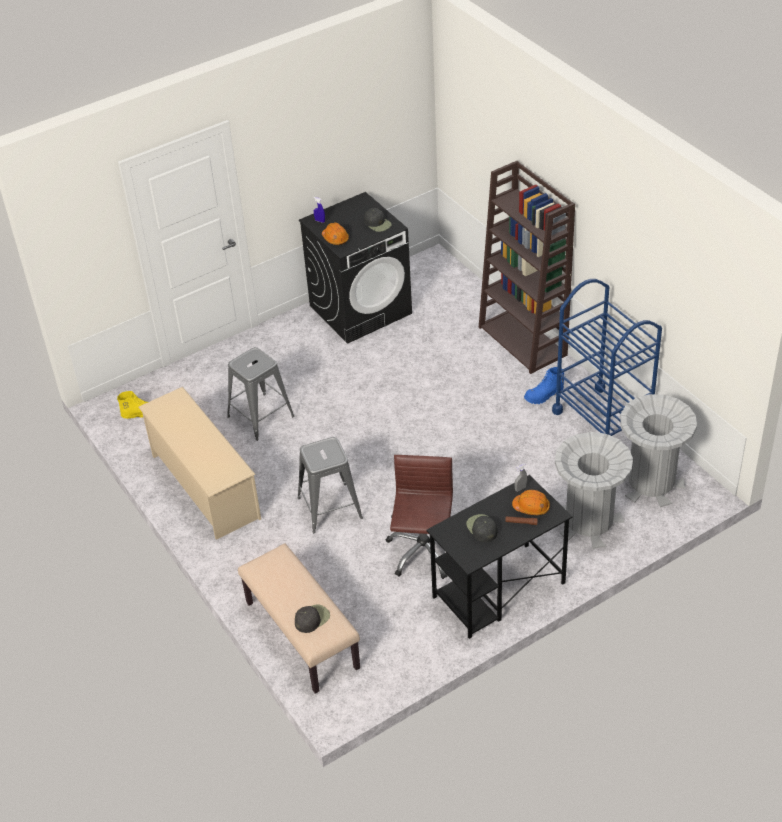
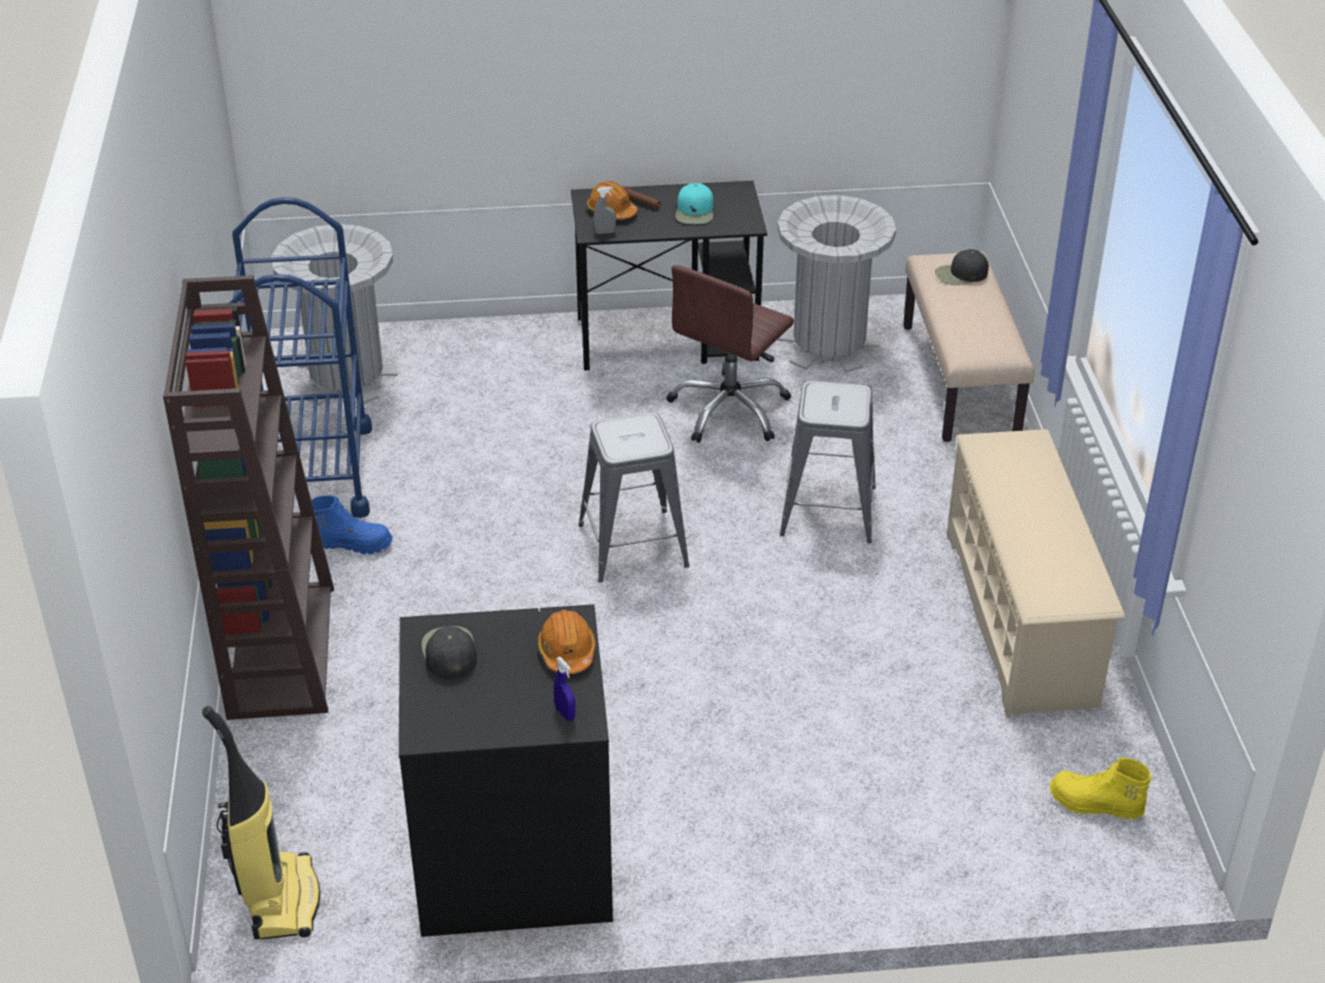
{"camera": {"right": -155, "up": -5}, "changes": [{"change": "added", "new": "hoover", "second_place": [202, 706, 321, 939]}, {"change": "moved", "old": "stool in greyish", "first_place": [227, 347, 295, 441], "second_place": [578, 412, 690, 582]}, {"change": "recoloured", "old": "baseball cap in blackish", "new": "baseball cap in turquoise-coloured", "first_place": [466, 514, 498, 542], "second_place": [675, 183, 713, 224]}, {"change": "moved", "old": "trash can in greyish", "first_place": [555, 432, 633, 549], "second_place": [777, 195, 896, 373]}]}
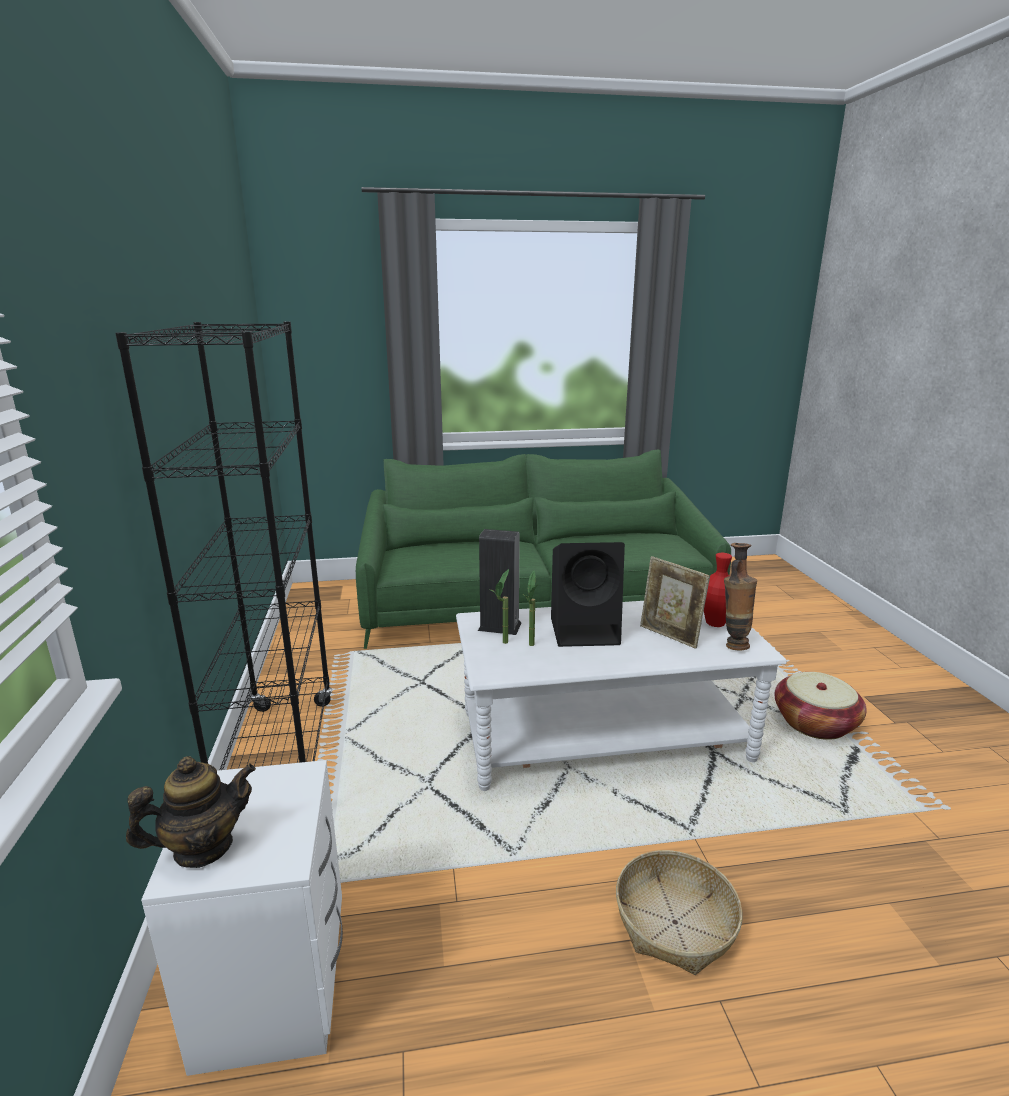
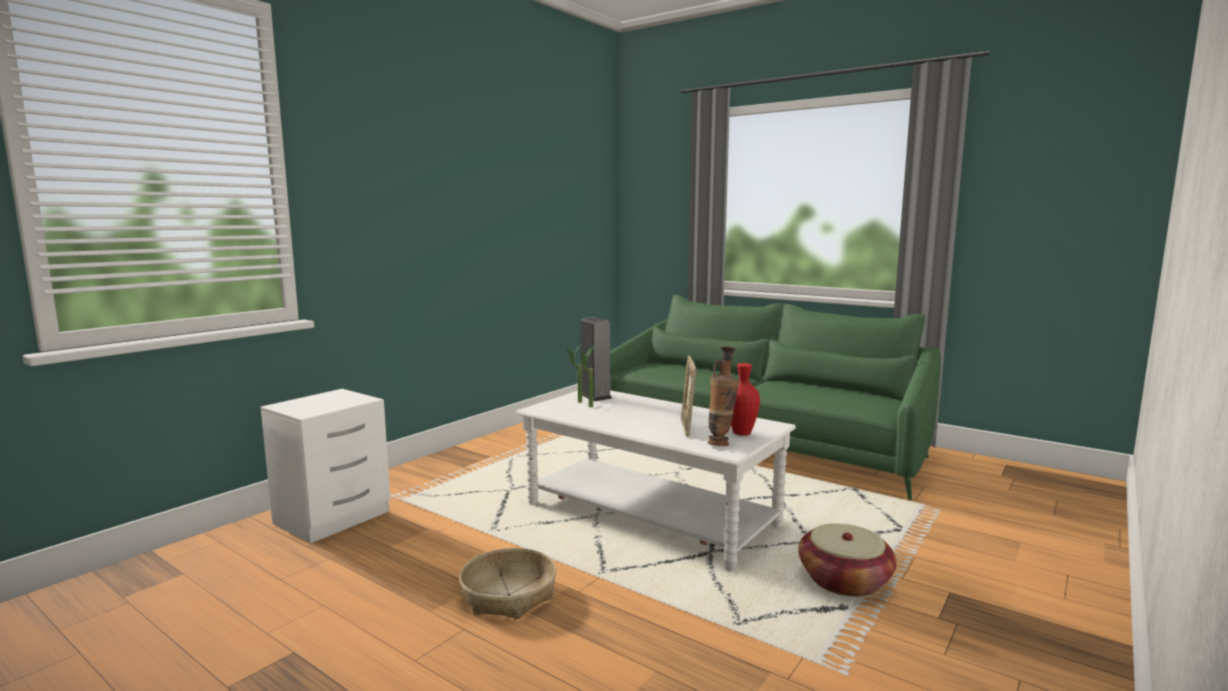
{"camera": {"right": 45, "up": -10}, "changes": [{"change": "removed", "old": "shelving unit in blackish", "first_place": [115, 321, 333, 770]}, {"change": "removed", "old": "pot for tea", "first_place": [126, 756, 256, 868]}, {"change": "removed", "old": "speaker in blackish", "first_place": [551, 542, 625, 647]}]}
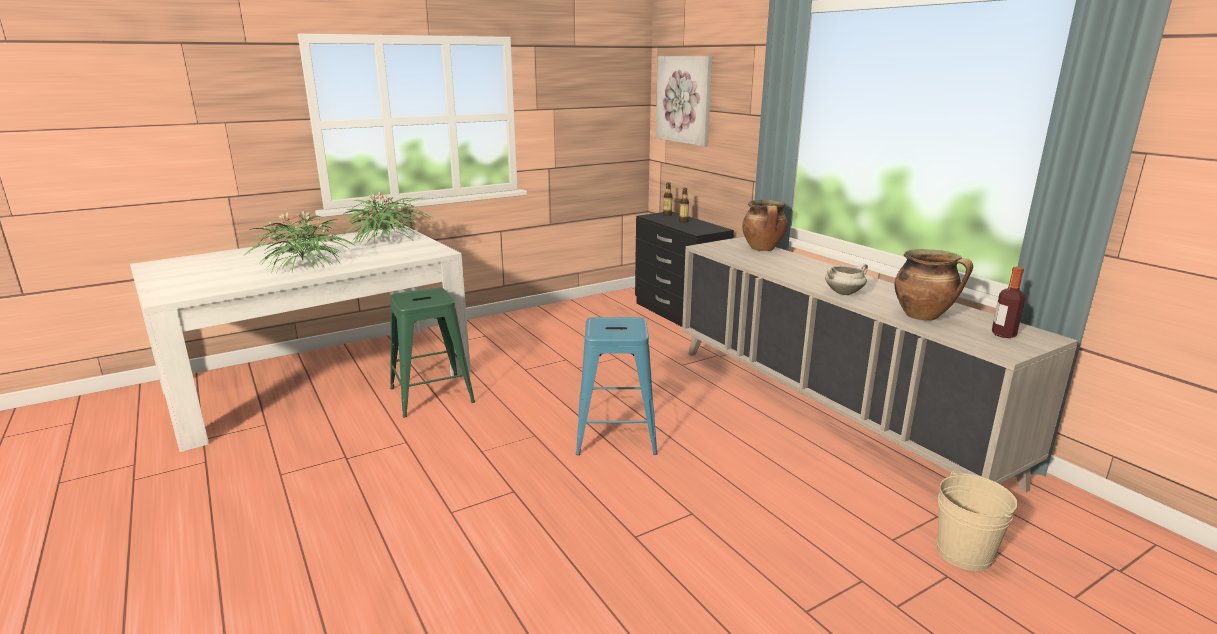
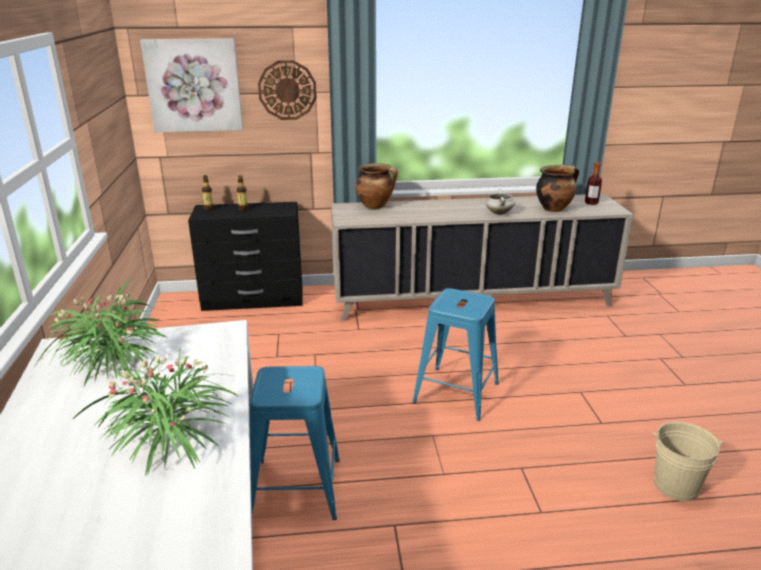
{"camera": {"right": -65, "up": 5}, "changes": [{"change": "recoloured", "old": "stool in green-coloured", "new": "stool in blue-coloured", "first_place": [390, 288, 475, 418], "second_place": [250, 366, 340, 520]}, {"change": "added", "new": "wall clock", "second_place": [258, 60, 317, 120]}, {"change": "moved", "old": "water bucket in beige-coloured", "first_place": [937, 471, 1018, 571], "second_place": [653, 422, 723, 501]}]}
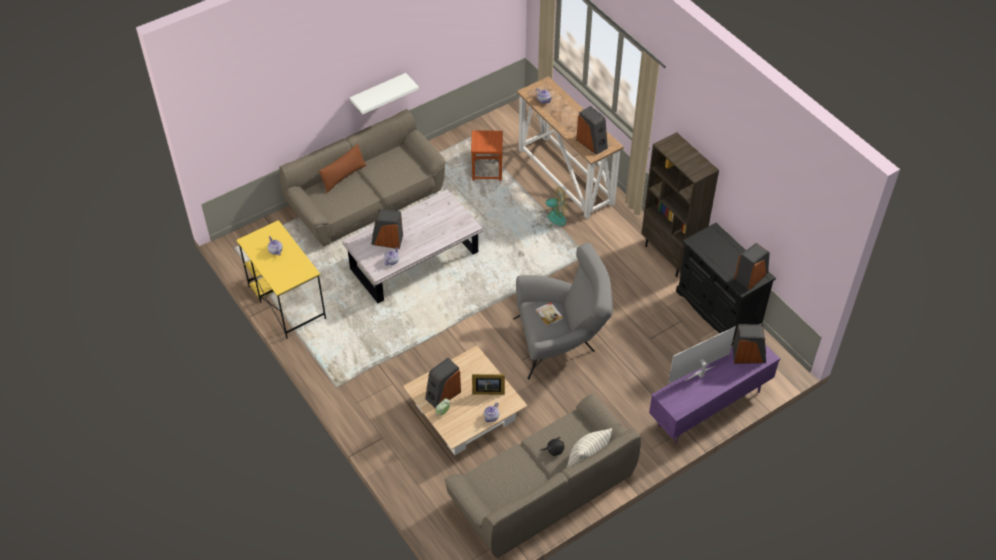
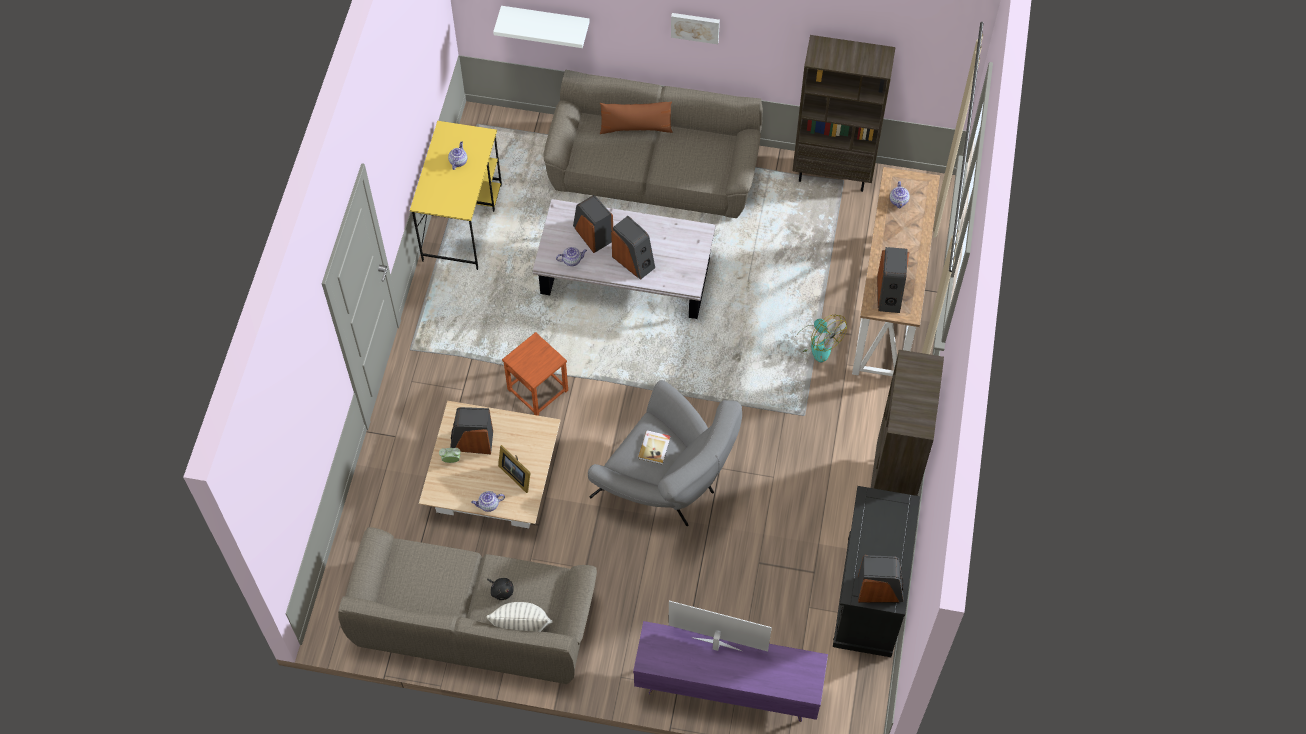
{"camera": {"right": 45, "up": 10}, "changes": [{"change": "moved", "old": "shelf in whitish", "first_place": [350, 73, 419, 114], "second_place": [493, 6, 590, 48]}, {"change": "moved", "old": "stool in brown-coloured", "first_place": [471, 130, 503, 181], "second_place": [502, 332, 568, 416]}, {"change": "moved", "old": "speaker", "first_place": [733, 324, 766, 364], "second_place": [611, 216, 655, 280]}, {"change": "added", "new": "picture", "second_place": [671, 13, 720, 44]}, {"change": "added", "new": "shelving unit in brown-coloured", "second_place": [793, 35, 896, 192]}]}
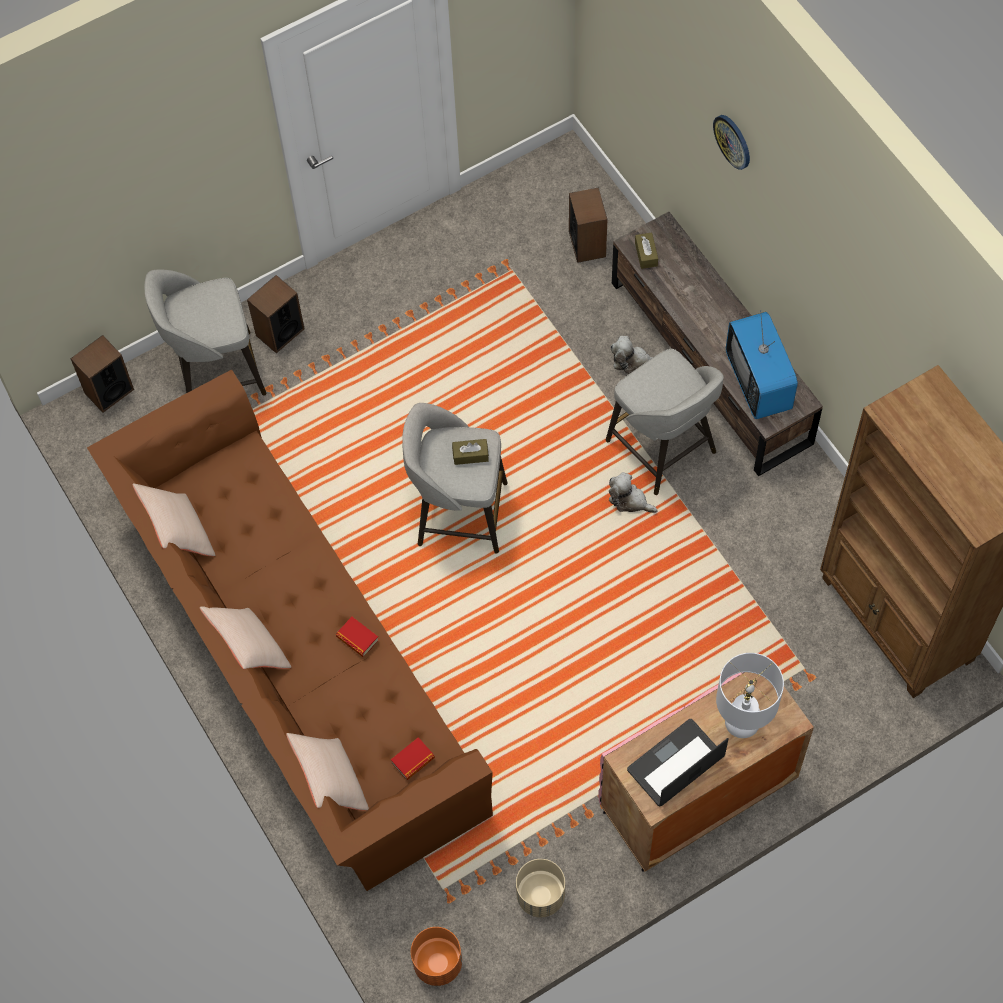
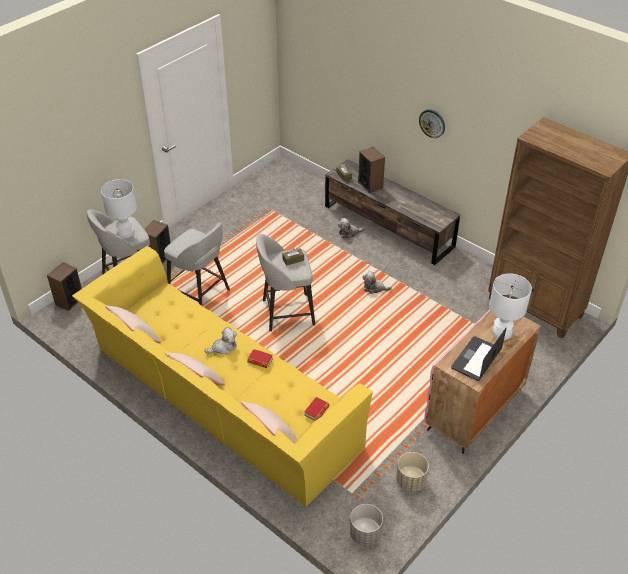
{"camera": {"right": -20, "up": -20}, "changes": [{"change": "recoloured", "old": "settee in brown-coloured", "new": "settee in yellow", "first_place": [87, 370, 493, 891], "second_place": [72, 246, 373, 506]}, {"change": "added", "new": "tabletop lamp in whitish", "second_place": [101, 179, 137, 238]}, {"change": "moved", "old": "stool in greyish", "first_place": [606, 349, 724, 495], "second_place": [164, 223, 230, 306]}, {"change": "added", "new": "plush toy", "second_place": [204, 327, 237, 354]}, {"change": "recoloured", "old": "planter in orange", "new": "planter in greyish", "first_place": [411, 927, 462, 986], "second_place": [350, 504, 383, 546]}, {"change": "moved", "old": "speaker", "first_place": [569, 188, 607, 263], "second_place": [358, 147, 385, 193]}, {"change": "moved", "old": "wall clock", "first_place": [713, 115, 750, 170], "second_place": [419, 109, 445, 138]}, {"change": "removed", "old": "TV", "first_place": [726, 310, 798, 419]}]}
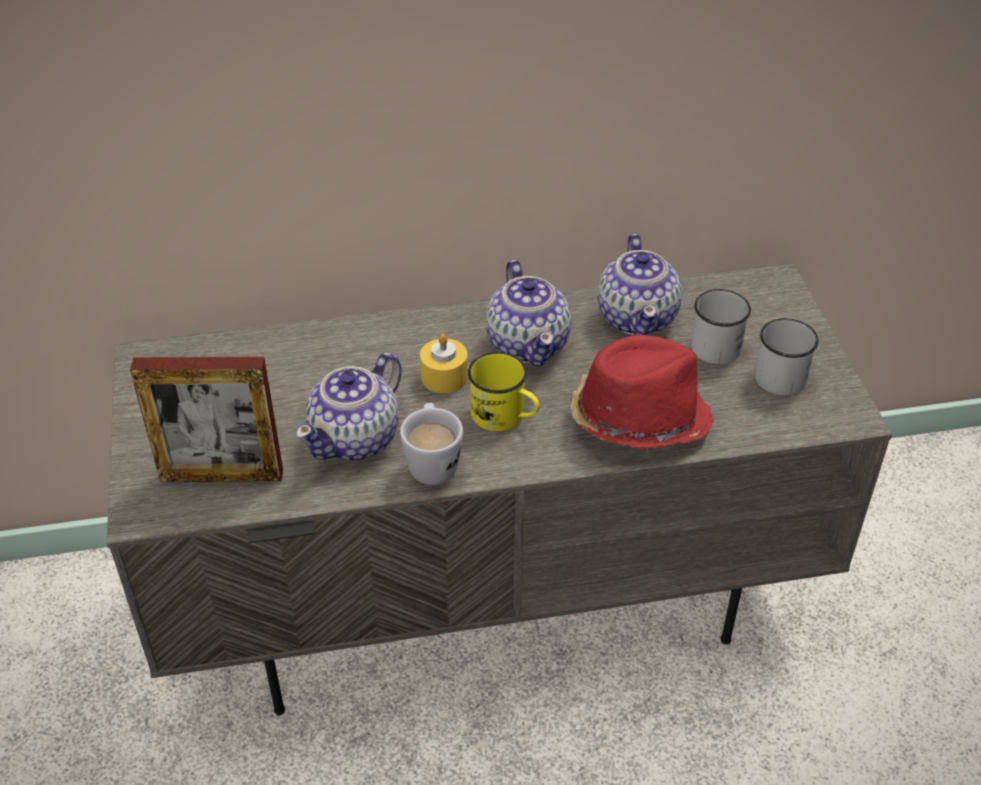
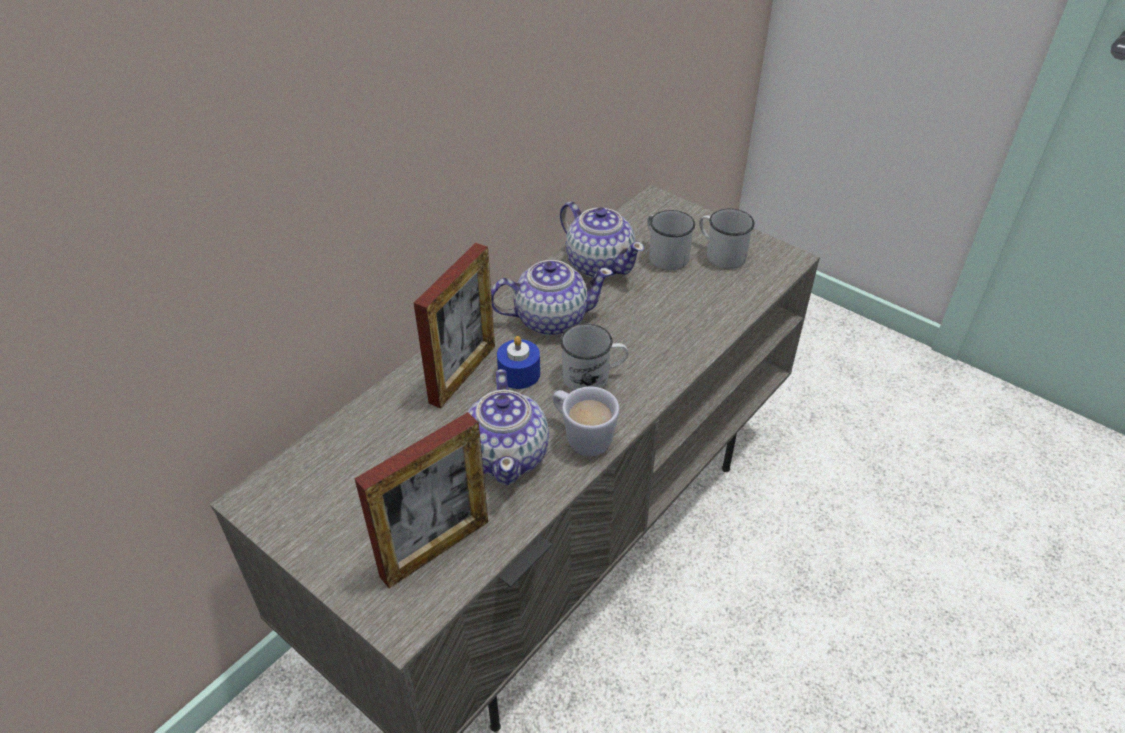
{"camera": {"right": -40, "up": 0}, "changes": [{"change": "added", "new": "photo frame", "second_place": [414, 243, 495, 408]}, {"change": "turned", "old": "pot for tea", "first_place": [486, 260, 572, 366], "second_place": [491, 260, 613, 336], "degrees": -45}, {"change": "recoloured", "old": "wax light in yellow", "new": "wax light in blue-coloured", "first_place": [420, 334, 468, 393], "second_place": [497, 336, 540, 389]}, {"change": "recoloured", "old": "coffee mug in yellow", "new": "coffee mug in whitish", "first_place": [468, 352, 540, 431], "second_place": [560, 323, 628, 391]}, {"change": "removed", "old": "wearable hat in red-coloured", "first_place": [570, 335, 714, 450]}]}
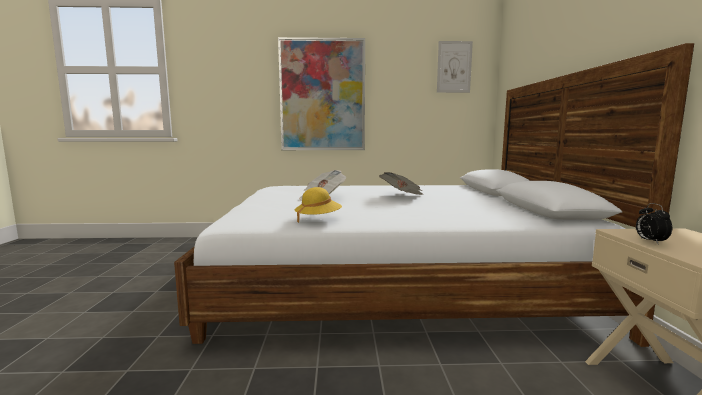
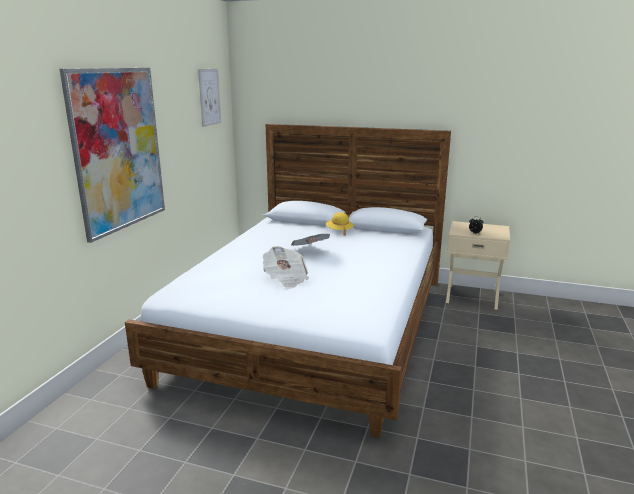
{"camera": {"right": -70, "up": 10}, "changes": [{"change": "moved", "old": "wearable hat in yellow", "first_place": [295, 187, 342, 223], "second_place": [326, 212, 354, 236]}]}
